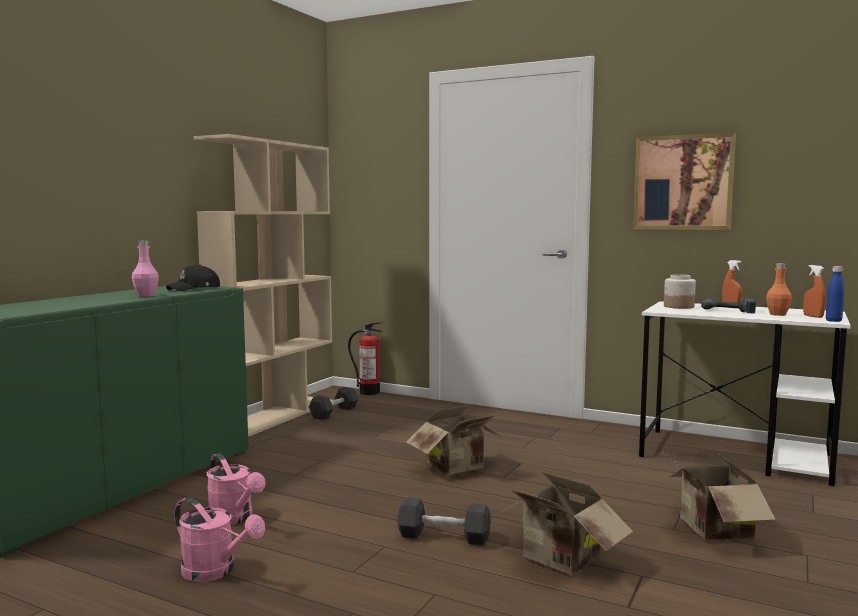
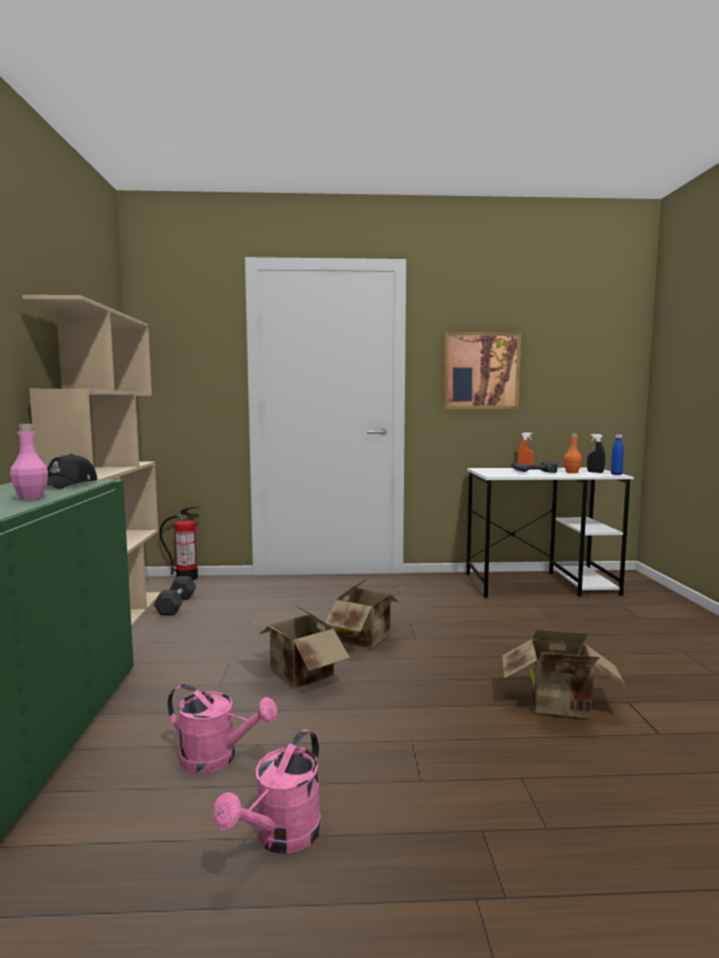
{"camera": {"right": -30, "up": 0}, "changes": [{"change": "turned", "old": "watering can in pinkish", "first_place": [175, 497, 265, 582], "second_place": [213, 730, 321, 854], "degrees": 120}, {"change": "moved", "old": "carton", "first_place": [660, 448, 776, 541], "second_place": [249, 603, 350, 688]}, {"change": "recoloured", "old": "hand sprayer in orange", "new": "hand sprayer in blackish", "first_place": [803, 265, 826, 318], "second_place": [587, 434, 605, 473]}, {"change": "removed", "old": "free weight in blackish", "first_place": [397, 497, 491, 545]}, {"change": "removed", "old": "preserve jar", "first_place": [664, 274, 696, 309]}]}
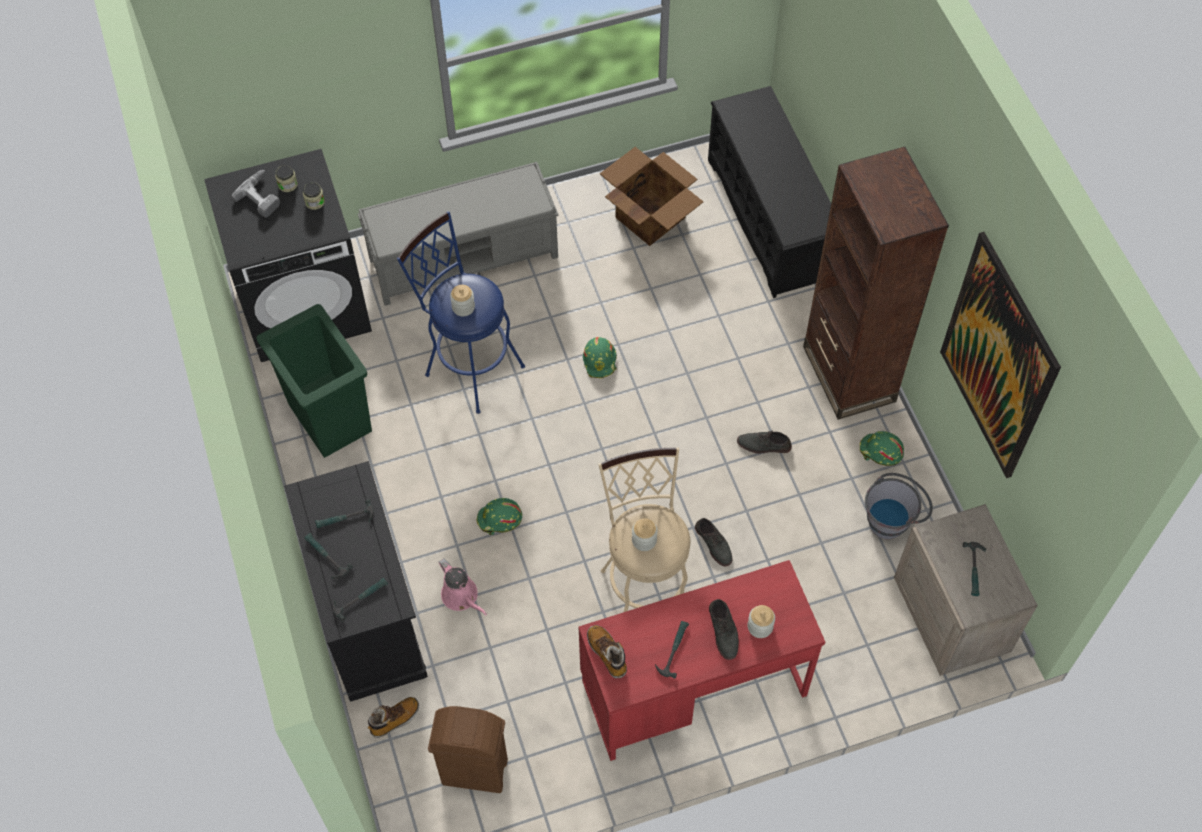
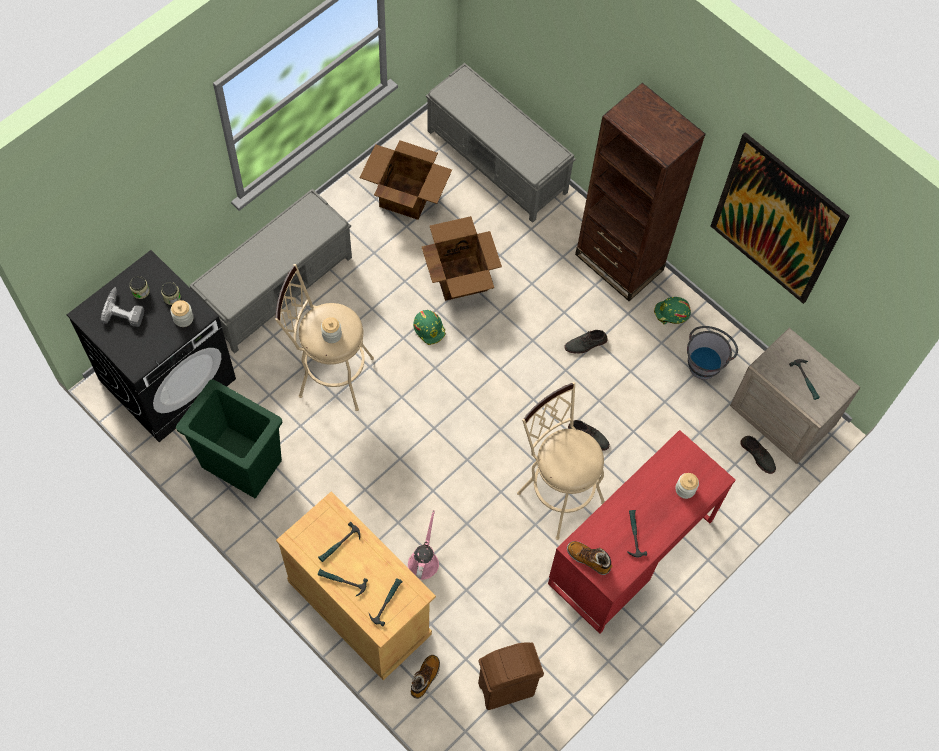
{"camera": {"right": -30, "up": 5}, "changes": [{"change": "moved", "old": "preserve jar", "first_place": [632, 518, 658, 551], "second_place": [170, 300, 194, 327]}, {"change": "recoloured", "old": "stool in blue-coloured", "new": "stool in beige-coloured", "first_place": [397, 211, 525, 414], "second_place": [275, 264, 374, 411]}, {"change": "recoloured", "old": "cabinet in blackish", "new": "cabinet in beige-coloured", "first_place": [284, 461, 428, 702], "second_place": [276, 492, 436, 680]}, {"change": "turned", "old": "watering can in pinkish", "first_place": [438, 558, 487, 616], "second_place": [408, 510, 439, 580], "degrees": -105}, {"change": "added", "new": "carton", "second_place": [422, 216, 502, 301]}, {"change": "replaced", "old": "shoe shelf in blackish", "new": "indoor bench in greyish", "first_place": [708, 86, 831, 298], "second_place": [426, 63, 576, 223]}, {"change": "moved", "old": "shoe in greyish", "first_place": [709, 599, 739, 660], "second_place": [740, 436, 776, 474]}, {"change": "removed", "old": "hard hat in green-coloured", "first_place": [476, 498, 522, 535]}]}
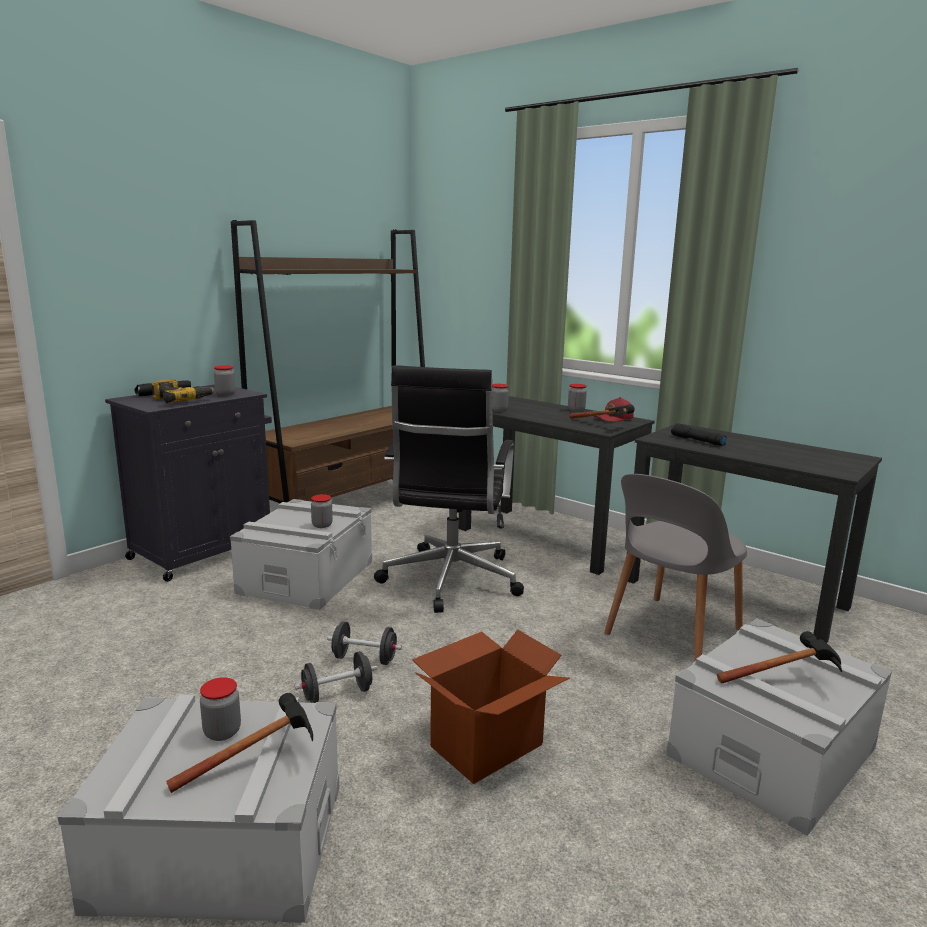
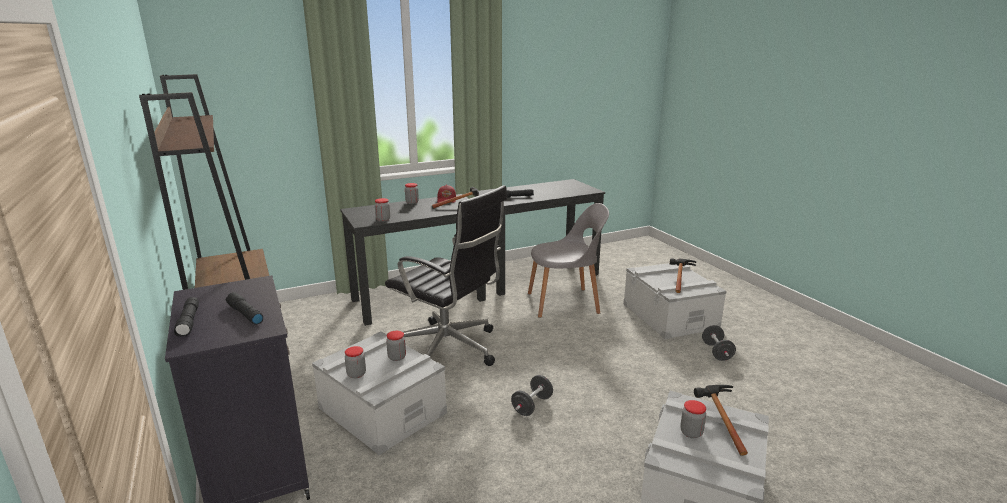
{"camera": {"right": -65, "up": 5}, "changes": [{"change": "replaced", "old": "power drill", "new": "hand torch in blackish", "first_place": [151, 379, 215, 403], "second_place": [226, 292, 263, 325]}, {"change": "moved", "old": "preserve jar", "first_place": [214, 365, 236, 396], "second_place": [345, 346, 366, 378]}, {"change": "turned", "old": "upright chair in greyish", "first_place": [604, 474, 747, 662], "second_place": [528, 203, 609, 318], "degrees": -75}, {"change": "moved", "old": "free weight in blackish", "first_place": [295, 651, 377, 703], "second_place": [702, 325, 736, 361]}, {"change": "removed", "old": "carton", "first_place": [412, 629, 570, 784]}]}
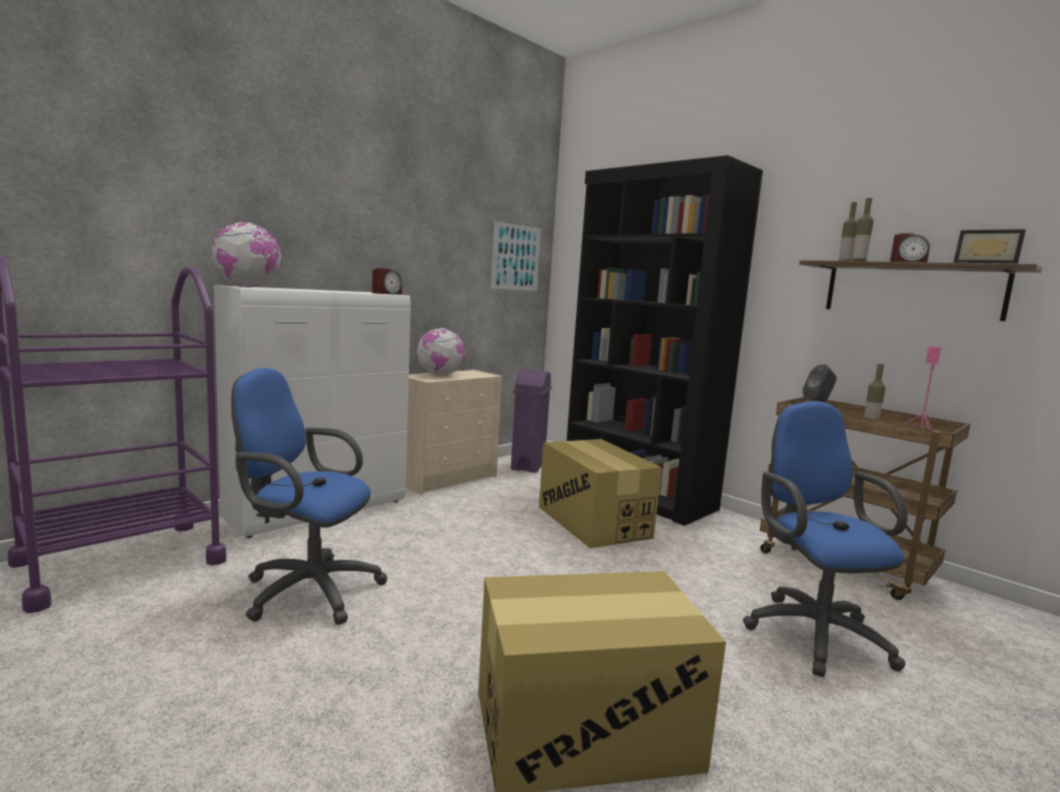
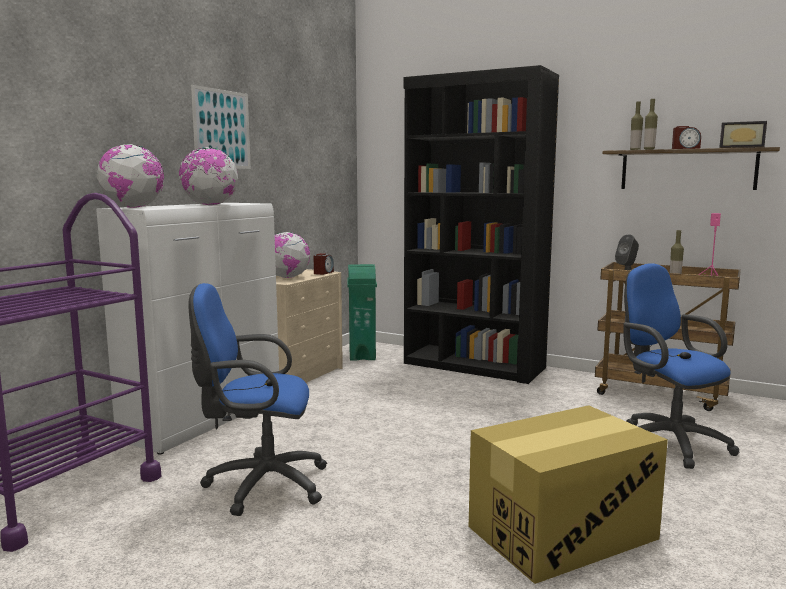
{"camera": {"right": -15, "up": 0}, "changes": [{"change": "added", "new": "desk globe", "second_place": [179, 147, 238, 205]}, {"change": "moved", "old": "picture", "first_place": [491, 221, 541, 291], "second_place": [191, 85, 251, 169]}, {"change": "moved", "old": "alarm clock", "first_place": [372, 268, 402, 295], "second_place": [313, 253, 334, 275]}, {"change": "recoloured", "old": "trash can in purple", "new": "trash can in green-coloured", "first_place": [511, 369, 552, 473], "second_place": [347, 264, 377, 361]}, {"change": "removed", "old": "carton", "first_place": [539, 439, 661, 548]}]}
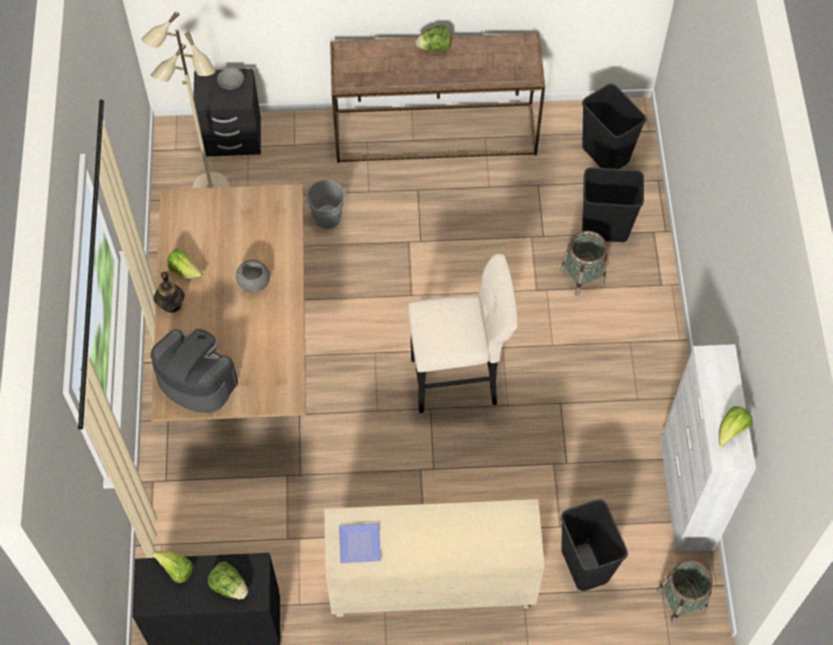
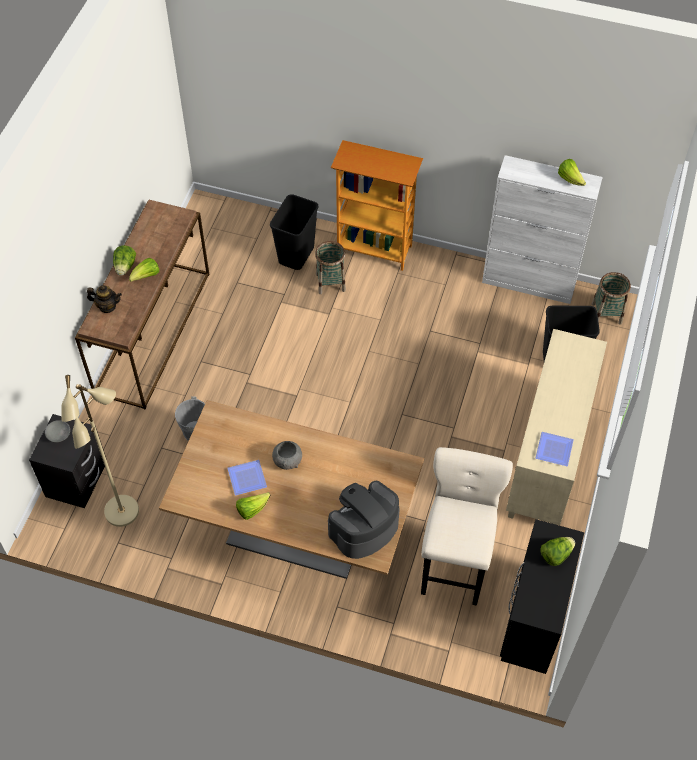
{"camera": {"right": -70, "up": -5}, "changes": [{"change": "moved", "old": "pot for tea", "first_place": [154, 272, 185, 313], "second_place": [87, 285, 122, 313]}, {"change": "moved", "old": "head of lettuce", "first_place": [152, 551, 194, 583], "second_place": [129, 258, 159, 282]}, {"change": "added", "new": "dinner plate", "second_place": [227, 460, 267, 496]}, {"change": "added", "new": "shelving unit", "second_place": [331, 140, 423, 271]}, {"change": "moved", "old": "stool in beige-coloured", "first_place": [408, 254, 518, 413], "second_place": [421, 447, 513, 606]}, {"change": "removed", "old": "trash can in blackish", "first_place": [582, 84, 646, 169]}]}
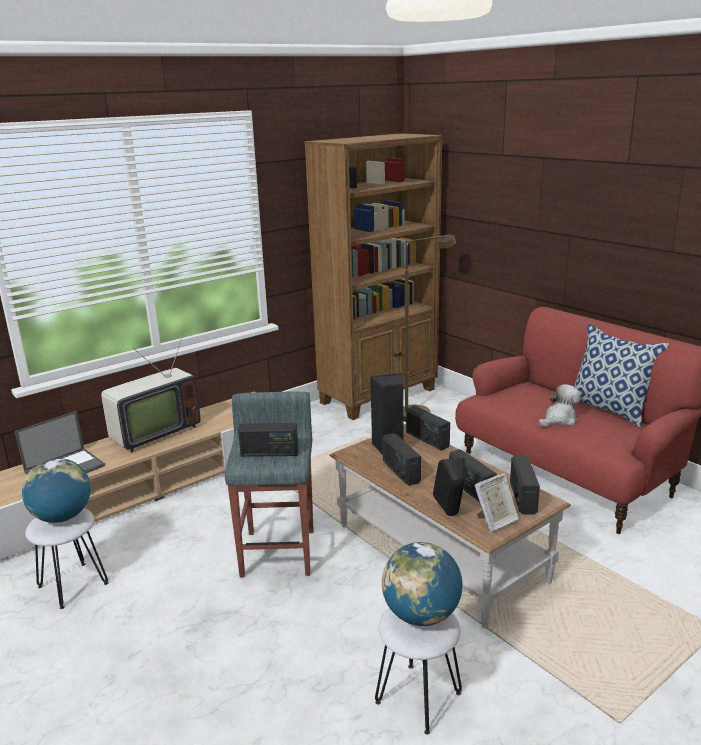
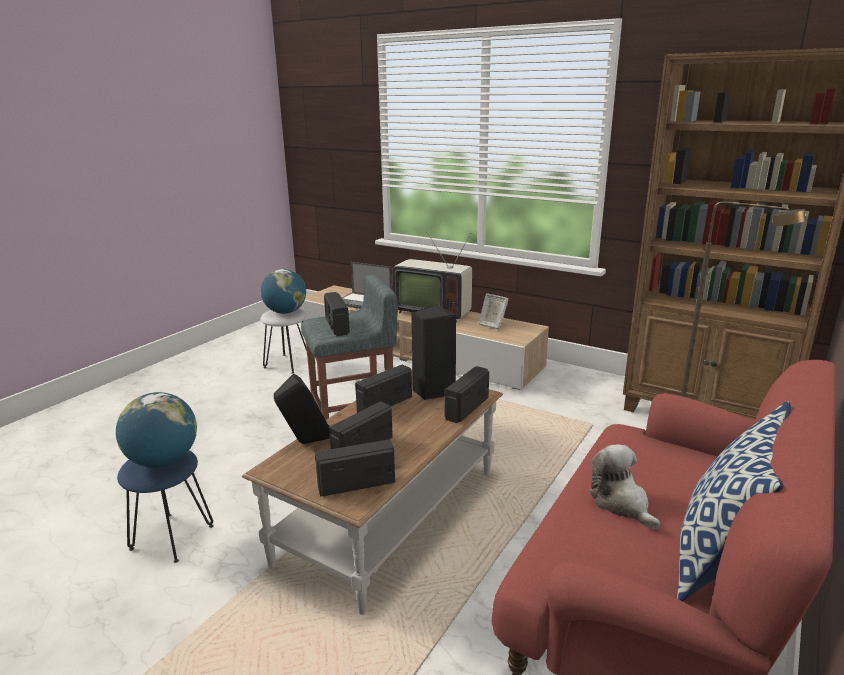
{"camera": {"right": 70, "up": 0}, "changes": [{"change": "recoloured", "old": "stool in whitish", "new": "stool in blue-coloured", "first_place": [375, 608, 462, 735], "second_place": [117, 450, 214, 563]}, {"change": "moved", "old": "photo frame", "first_place": [474, 473, 519, 532], "second_place": [479, 293, 509, 329]}, {"change": "turned", "old": "plush toy", "first_place": [539, 384, 581, 427], "second_place": [590, 444, 660, 529], "degrees": -150}]}
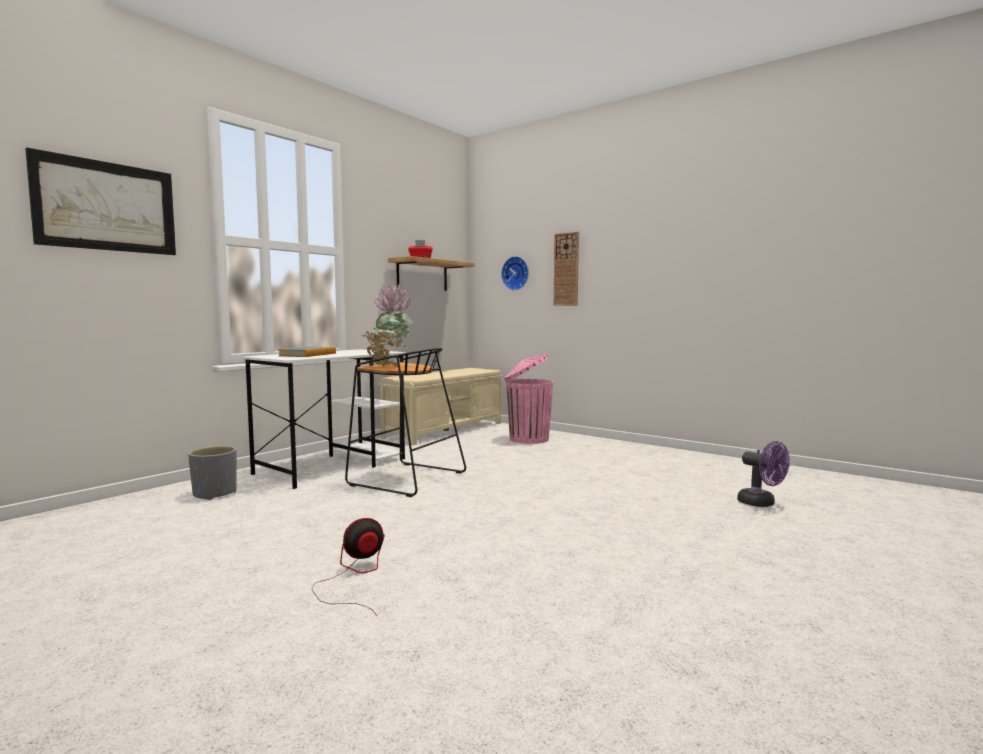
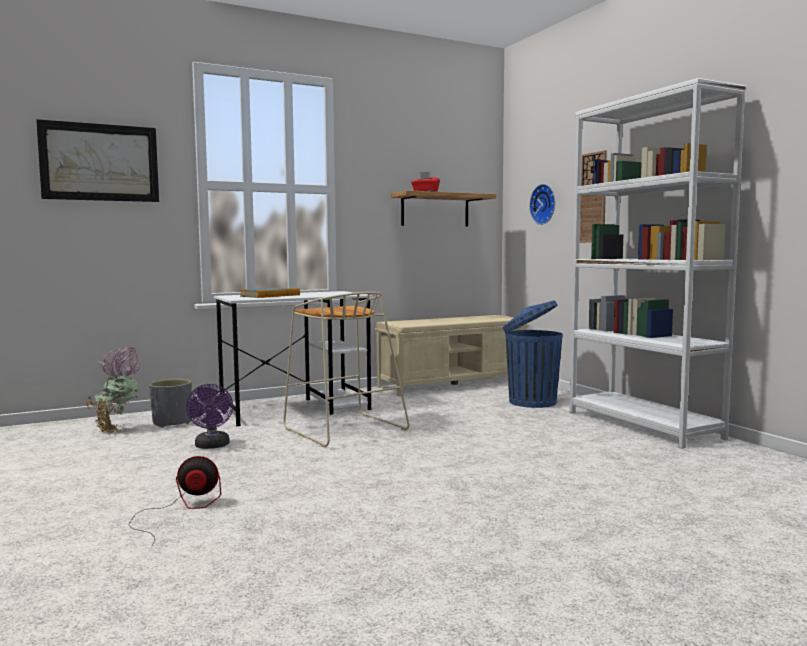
{"camera": {"right": 25, "up": 0}, "changes": [{"change": "moved", "old": "houseplant", "first_place": [361, 284, 413, 367], "second_place": [86, 347, 141, 434]}, {"change": "moved", "old": "electric fan in purple", "first_place": [737, 441, 790, 507], "second_place": [186, 384, 233, 449]}, {"change": "recoloured", "old": "stool in blackish", "new": "stool in beige-coloured", "first_place": [345, 348, 466, 497], "second_place": [283, 292, 410, 448]}, {"change": "recoloured", "old": "trash can in pinkish", "new": "trash can in blue-coloured", "first_place": [504, 353, 553, 444], "second_place": [503, 300, 563, 408]}, {"change": "added", "new": "shelving unit in whitish", "second_place": [570, 78, 747, 449]}]}
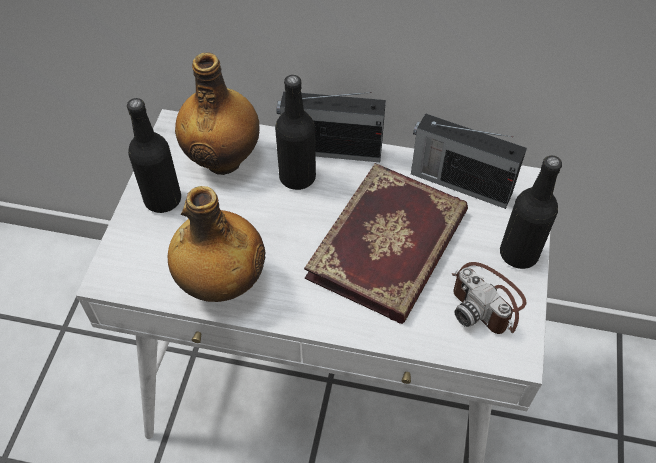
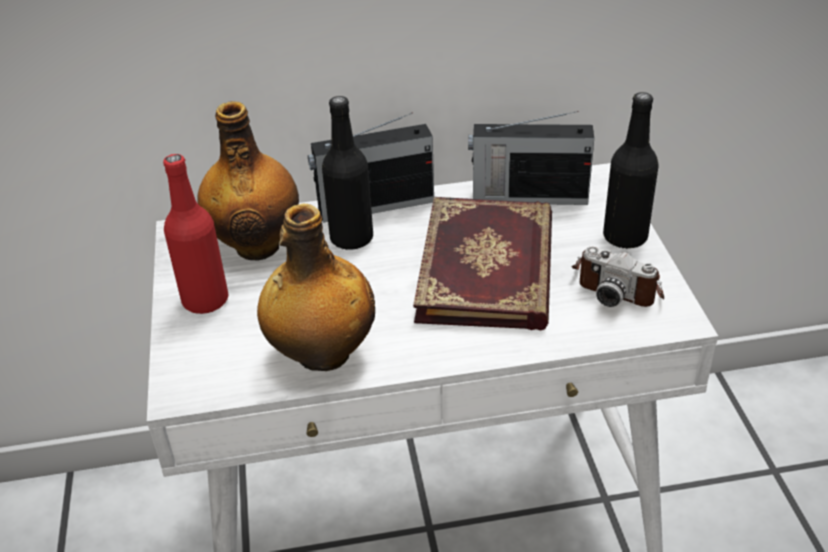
{"camera": {"right": -20, "up": -15}, "changes": [{"change": "recoloured", "old": "bottle in blackish", "new": "bottle in red-coloured", "first_place": [127, 98, 181, 213], "second_place": [163, 154, 228, 314]}]}
